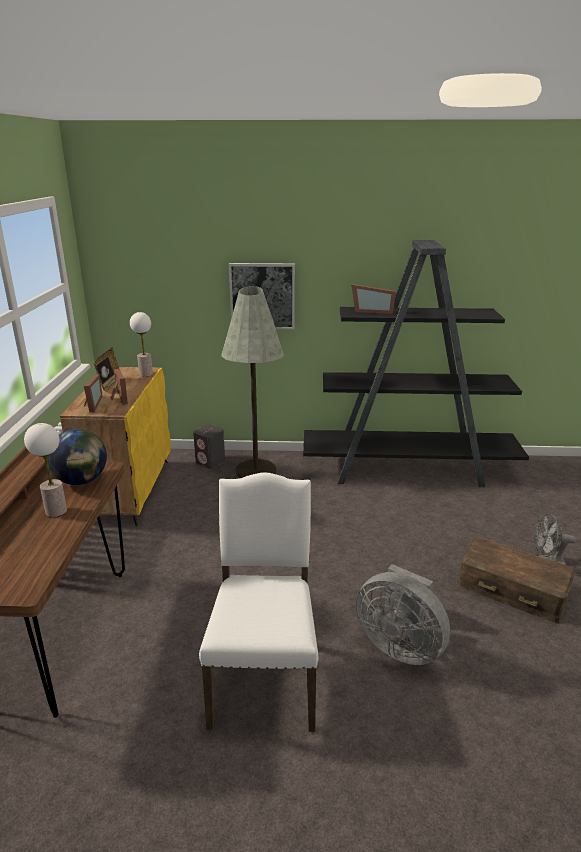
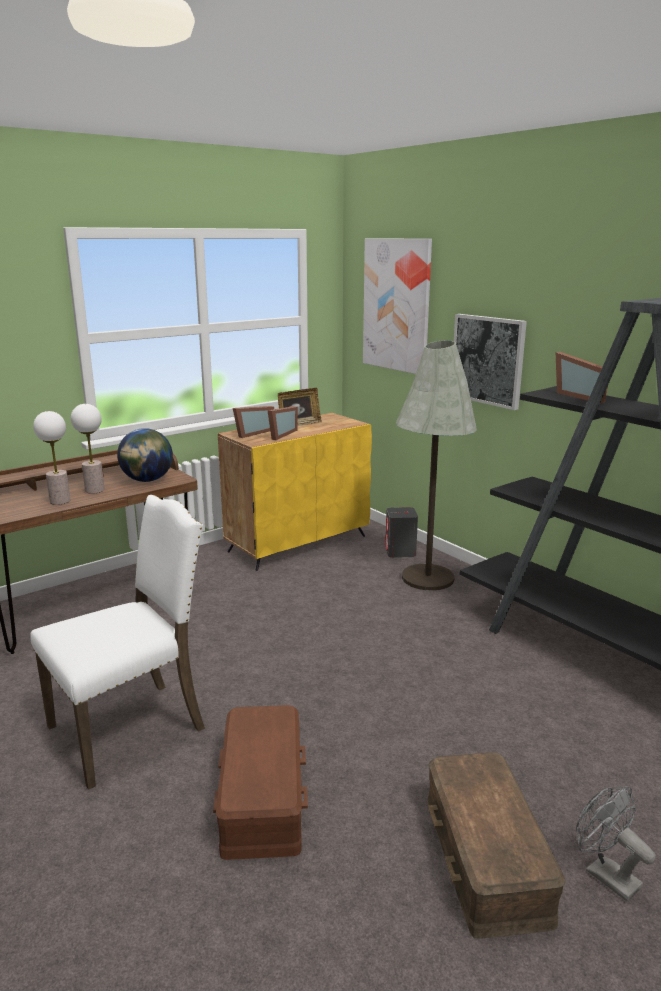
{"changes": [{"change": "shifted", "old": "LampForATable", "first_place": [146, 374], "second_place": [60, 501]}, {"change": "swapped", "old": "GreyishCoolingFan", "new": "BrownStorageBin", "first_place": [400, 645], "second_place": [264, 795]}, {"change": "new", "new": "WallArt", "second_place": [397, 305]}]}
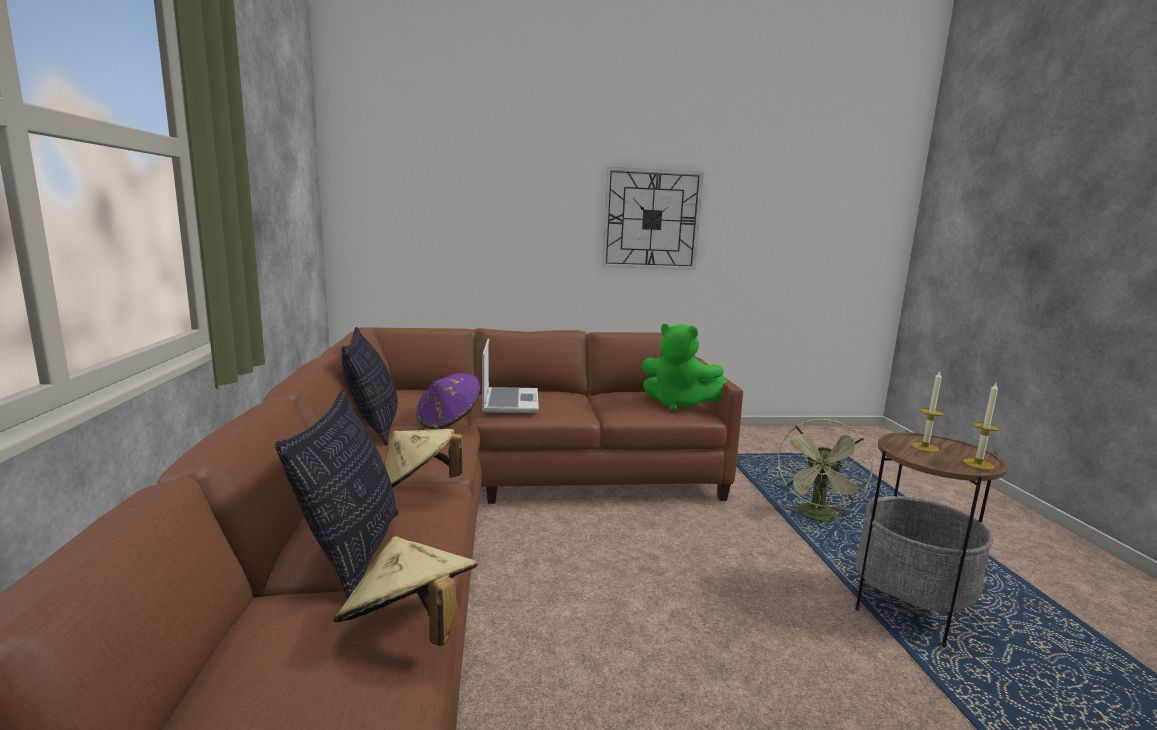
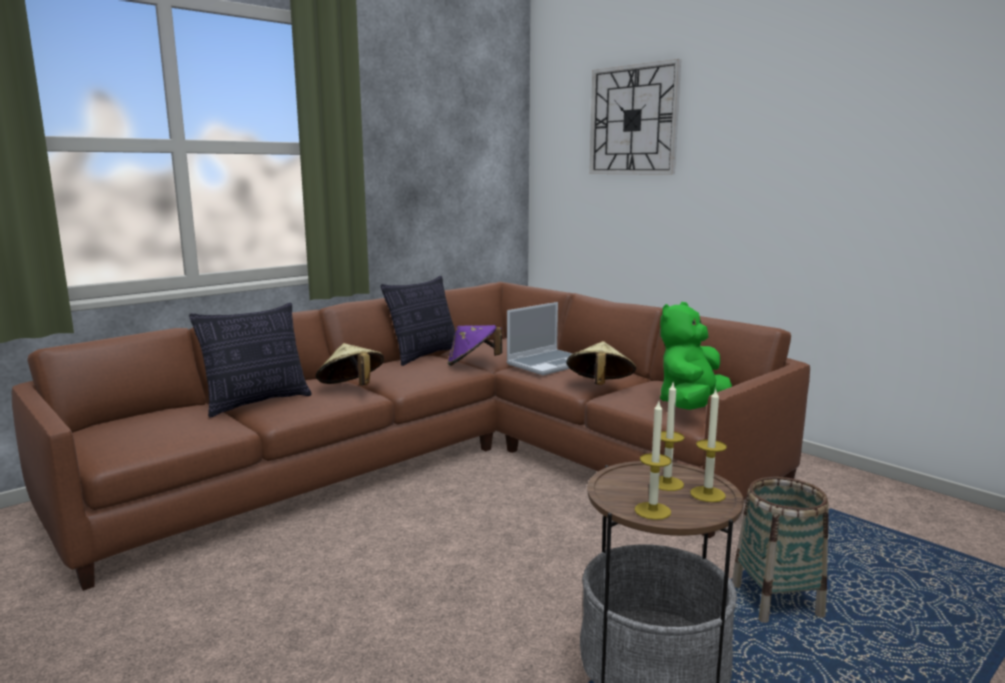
{"changes": [{"change": "shifted", "old": "SandColouredWearableHat", "first_place": [410, 631], "second_place": [599, 386]}, {"change": "shifted", "old": "WallClock", "first_place": [651, 219], "second_place": [633, 120]}, {"change": "rotated", "old": "GreenColouredCuddlyToy", "first_place": [679, 404], "second_place": [691, 406], "degrees": 45}, {"change": "new", "new": "WaxCandle", "second_place": [707, 494]}, {"change": "swapped", "old": "GreenColouredCoolingFan", "new": "HouseholdBasket", "first_place": [817, 518], "second_place": [776, 600]}]}
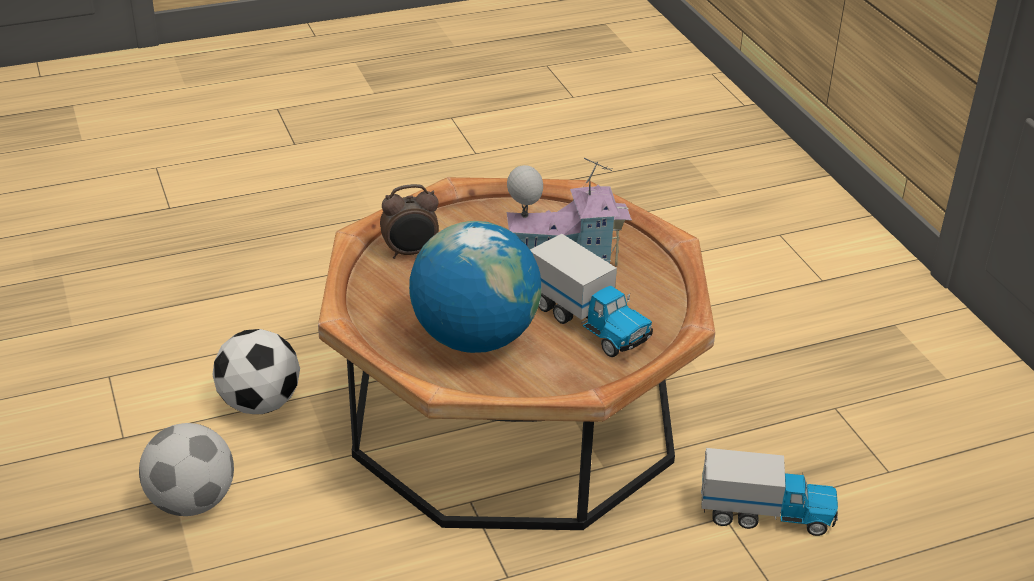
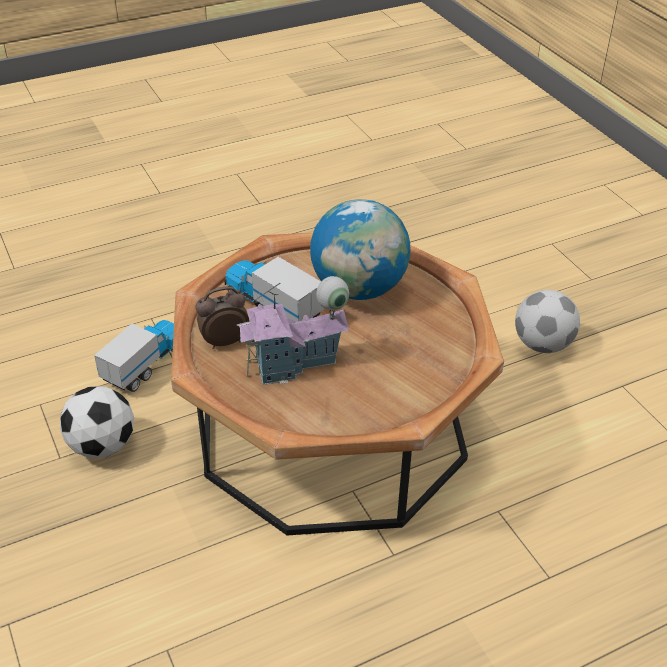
{"changes": [{"change": "shifted", "old": "FootballBall", "first_place": [260, 403], "second_place": [102, 445]}, {"change": "rotated", "old": "ModelTruck", "first_place": [766, 514], "second_place": [144, 365], "degrees": 120}, {"change": "shifted", "old": "TableClock", "first_place": [411, 253], "second_place": [224, 341]}]}
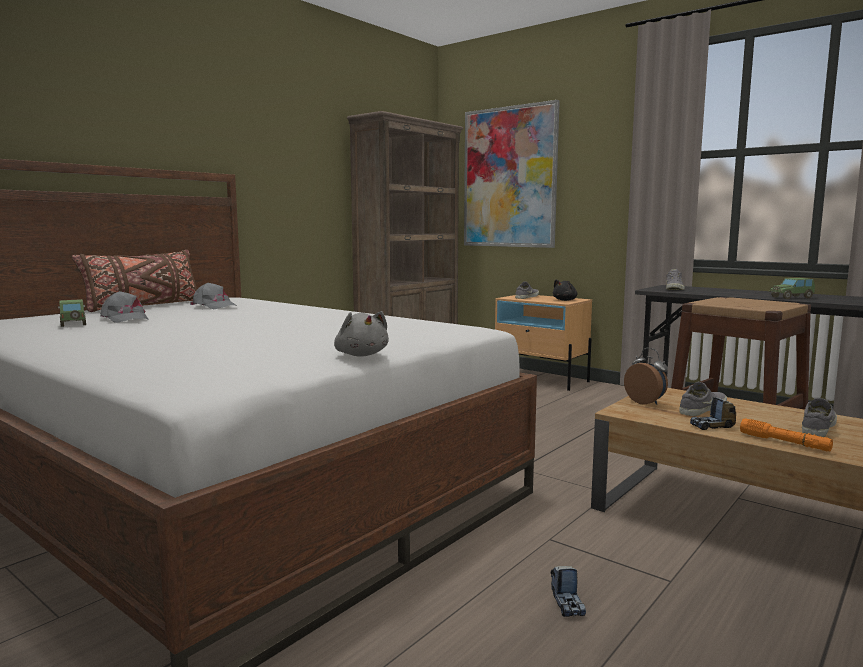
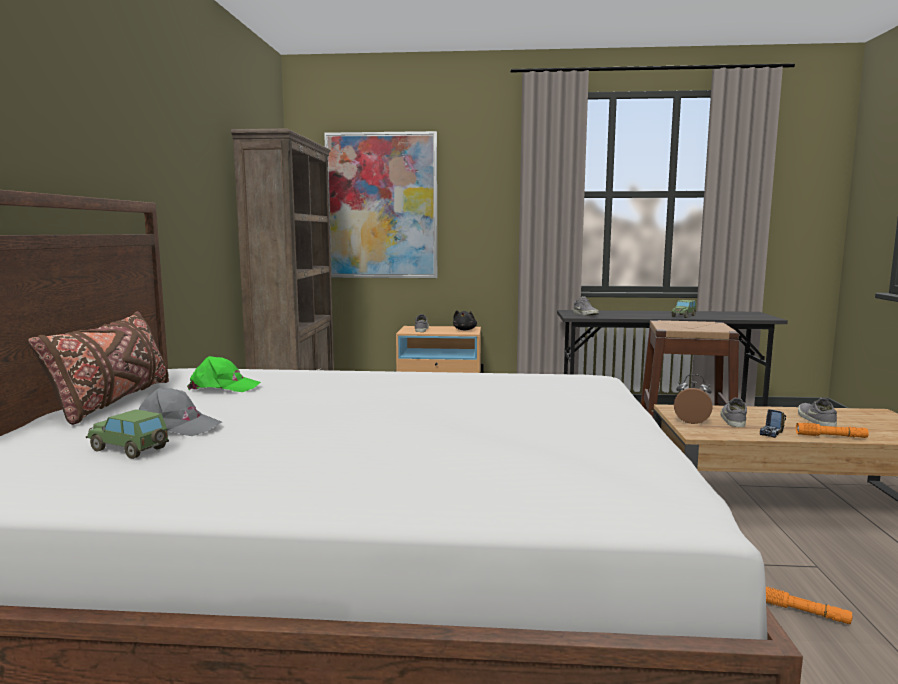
{"changes": [{"change": "repainted", "old": "GreyishBaseballCap", "new": "GreenColouredBaseballCap", "first_place": [214, 306], "second_place": [223, 387]}, {"change": "swapped", "old": "ModelTruck", "new": "OrangeColouredTorch", "first_place": [567, 603], "second_place": [803, 612]}, {"change": "gone", "old": "GreyishCuddlyToy", "first_place": [361, 355]}]}
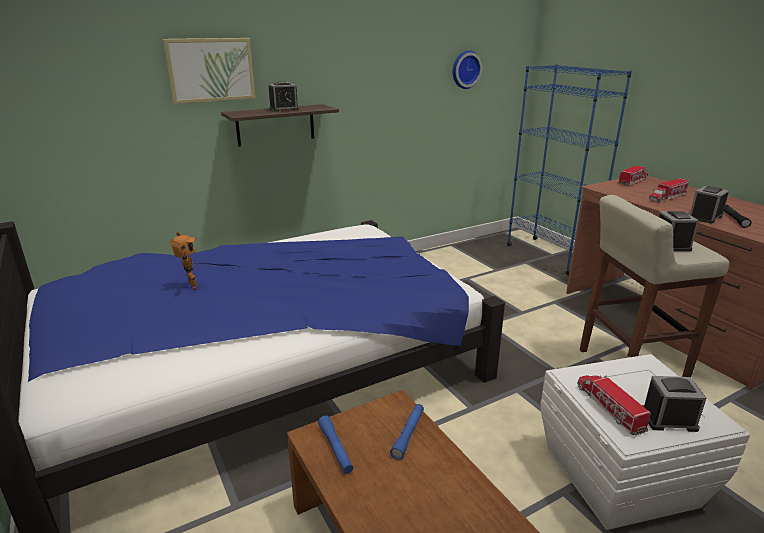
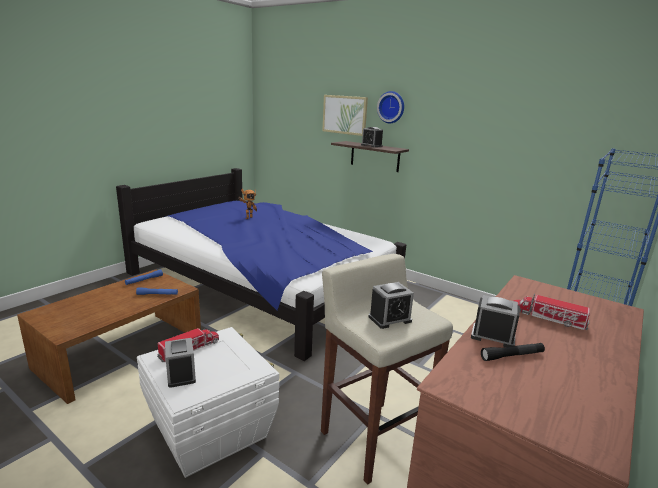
{"changes": [{"change": "shifted", "old": "WallClock", "first_place": [465, 69], "second_place": [391, 107]}, {"change": "gone", "old": "ModelTruck", "first_place": [633, 181]}]}
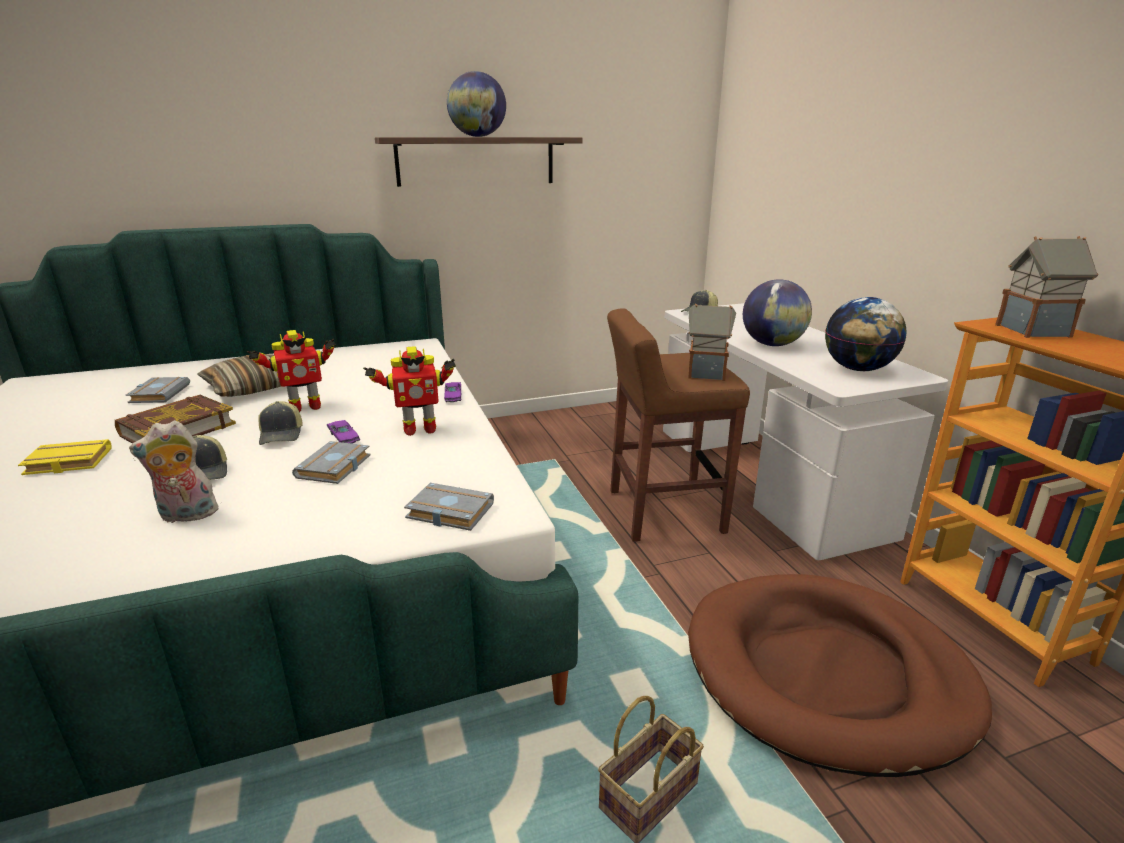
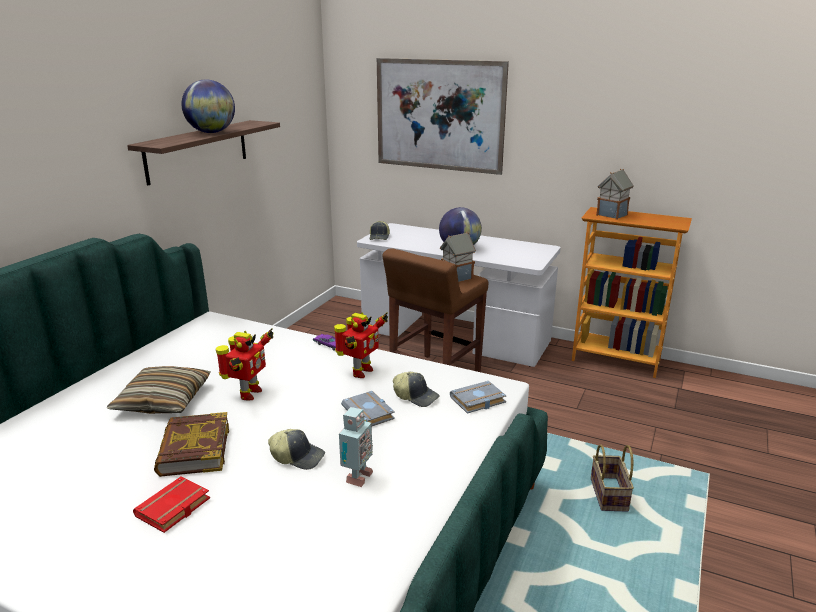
{"changes": [{"change": "repainted", "old": "YellowishBook", "new": "RedBook", "first_place": [66, 463], "second_place": [173, 509]}, {"change": "swapped", "old": "CuddlyToy", "new": "ModelRobot", "first_place": [186, 516], "second_place": [356, 477]}, {"change": "new", "new": "WallArt", "second_place": [439, 115]}, {"change": "shifted", "old": "BaseballCap", "first_place": [282, 434], "second_place": [416, 396]}, {"change": "gone", "old": "GreyishBook", "first_place": [159, 394]}, {"change": "gone", "old": "PurpleMiniatureCar", "first_place": [343, 437]}, {"change": "gone", "old": "BrownDogCushion", "first_place": [827, 674]}, {"change": "gone", "old": "WorldGlobe", "first_place": [857, 369]}]}
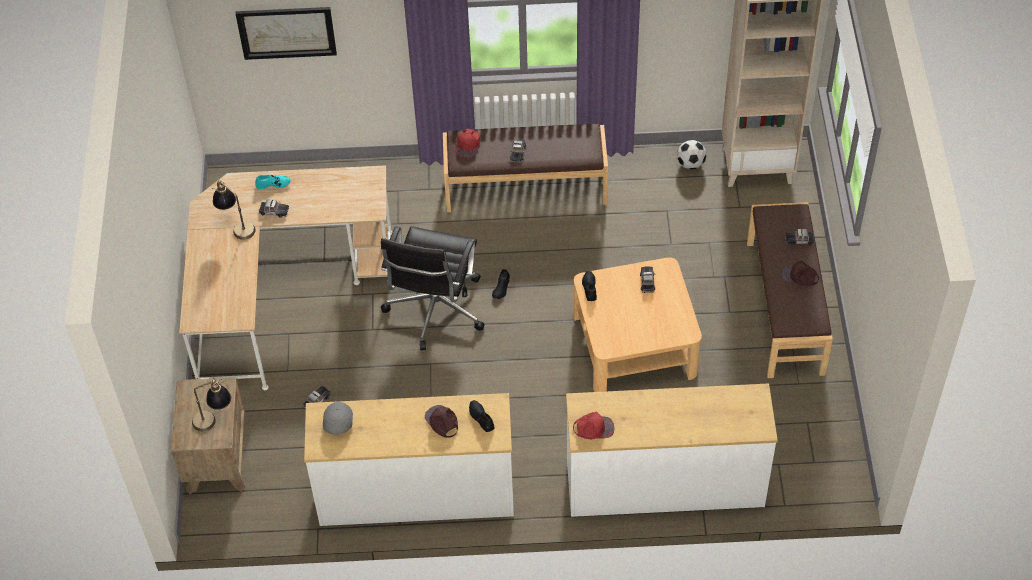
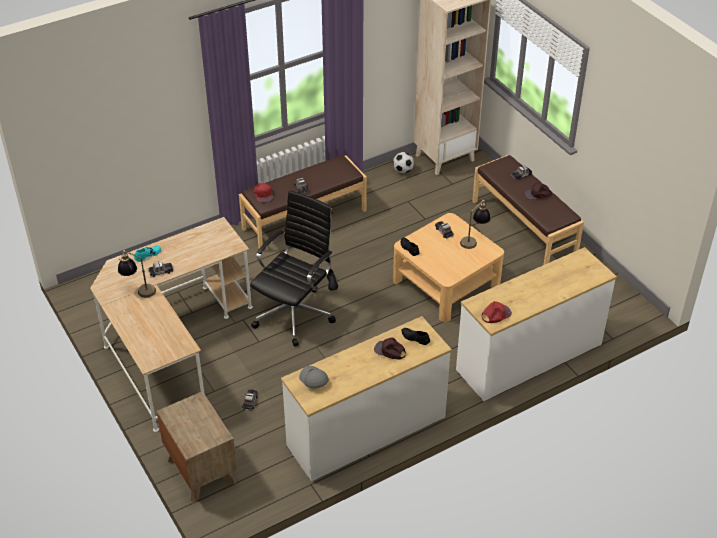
{"changes": [{"change": "rotated", "old": "BlackColouredOfficeChair", "first_place": [435, 310], "second_place": [295, 313], "degrees": -135}, {"change": "shifted", "old": "LampForATable", "first_place": [214, 420], "second_place": [474, 240]}, {"change": "gone", "old": "WallArt", "first_place": [286, 32]}]}
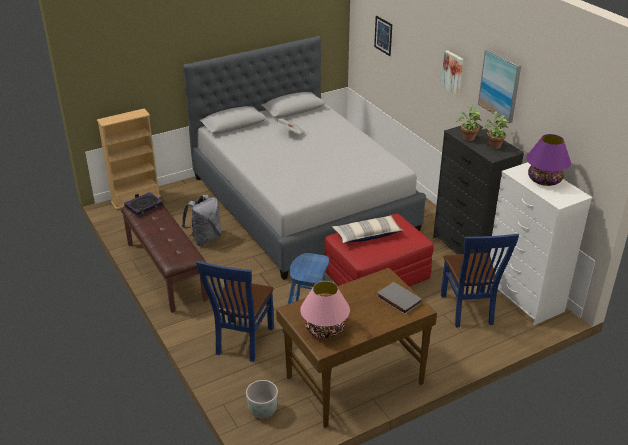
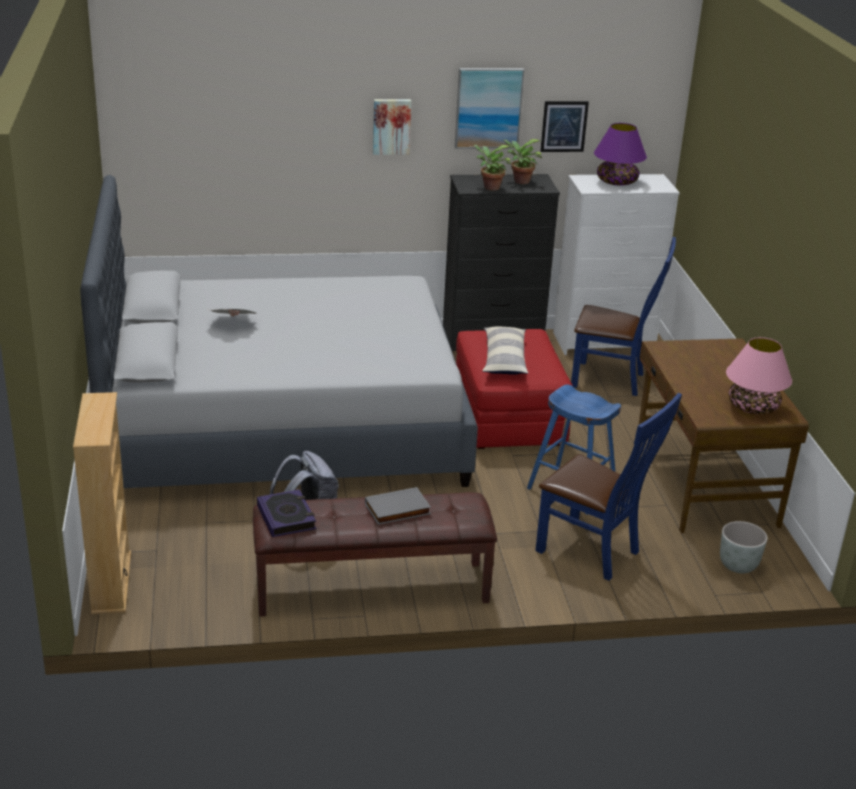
{"changes": [{"change": "shifted", "old": "GreyishBook", "first_place": [398, 300], "second_place": [397, 510]}, {"change": "shifted", "old": "WallArt", "first_place": [383, 35], "second_place": [564, 126]}]}
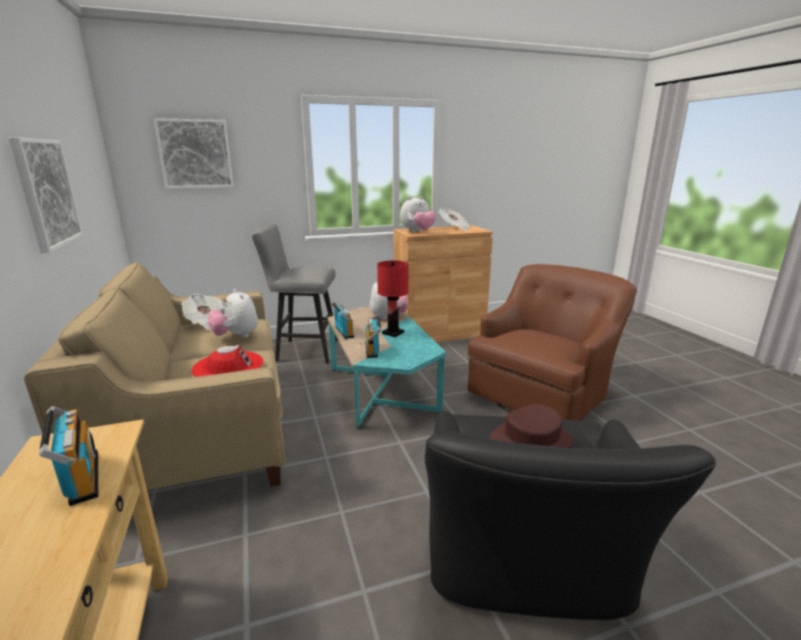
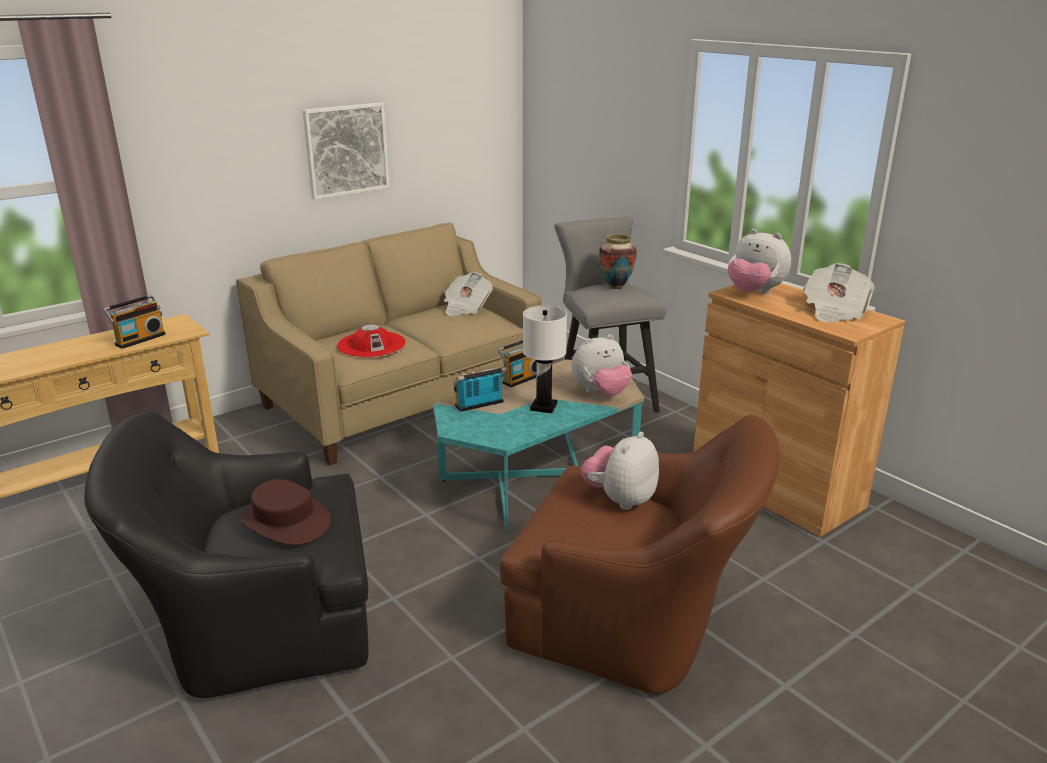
{"changes": [{"change": "repainted", "old": "RedLampForATable", "new": "WhitishLampForATable", "first_place": [393, 333], "second_place": [544, 407]}, {"change": "shifted", "old": "CuddlyToy", "first_place": [236, 336], "second_place": [620, 499]}, {"change": "new", "new": "Vase", "second_place": [616, 287]}, {"change": "gone", "old": "WallArt", "first_place": [195, 154]}]}
